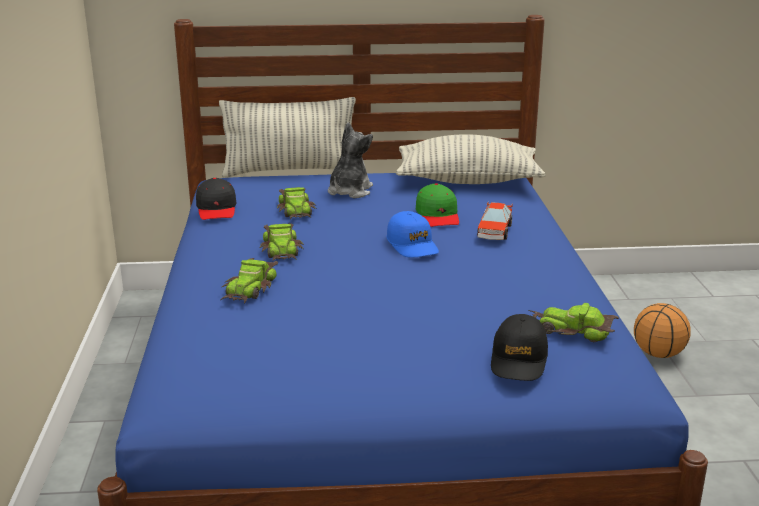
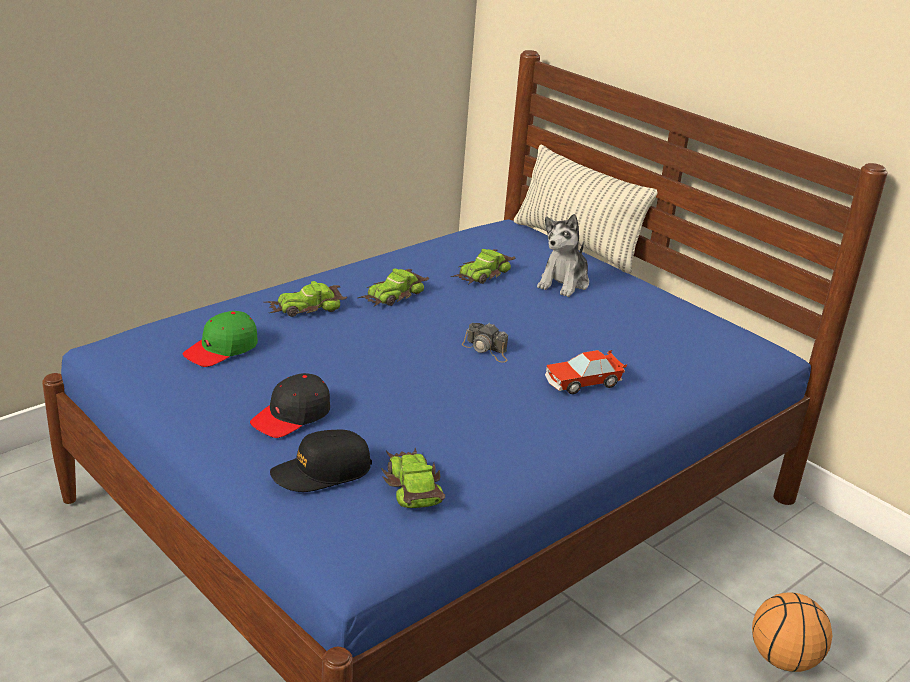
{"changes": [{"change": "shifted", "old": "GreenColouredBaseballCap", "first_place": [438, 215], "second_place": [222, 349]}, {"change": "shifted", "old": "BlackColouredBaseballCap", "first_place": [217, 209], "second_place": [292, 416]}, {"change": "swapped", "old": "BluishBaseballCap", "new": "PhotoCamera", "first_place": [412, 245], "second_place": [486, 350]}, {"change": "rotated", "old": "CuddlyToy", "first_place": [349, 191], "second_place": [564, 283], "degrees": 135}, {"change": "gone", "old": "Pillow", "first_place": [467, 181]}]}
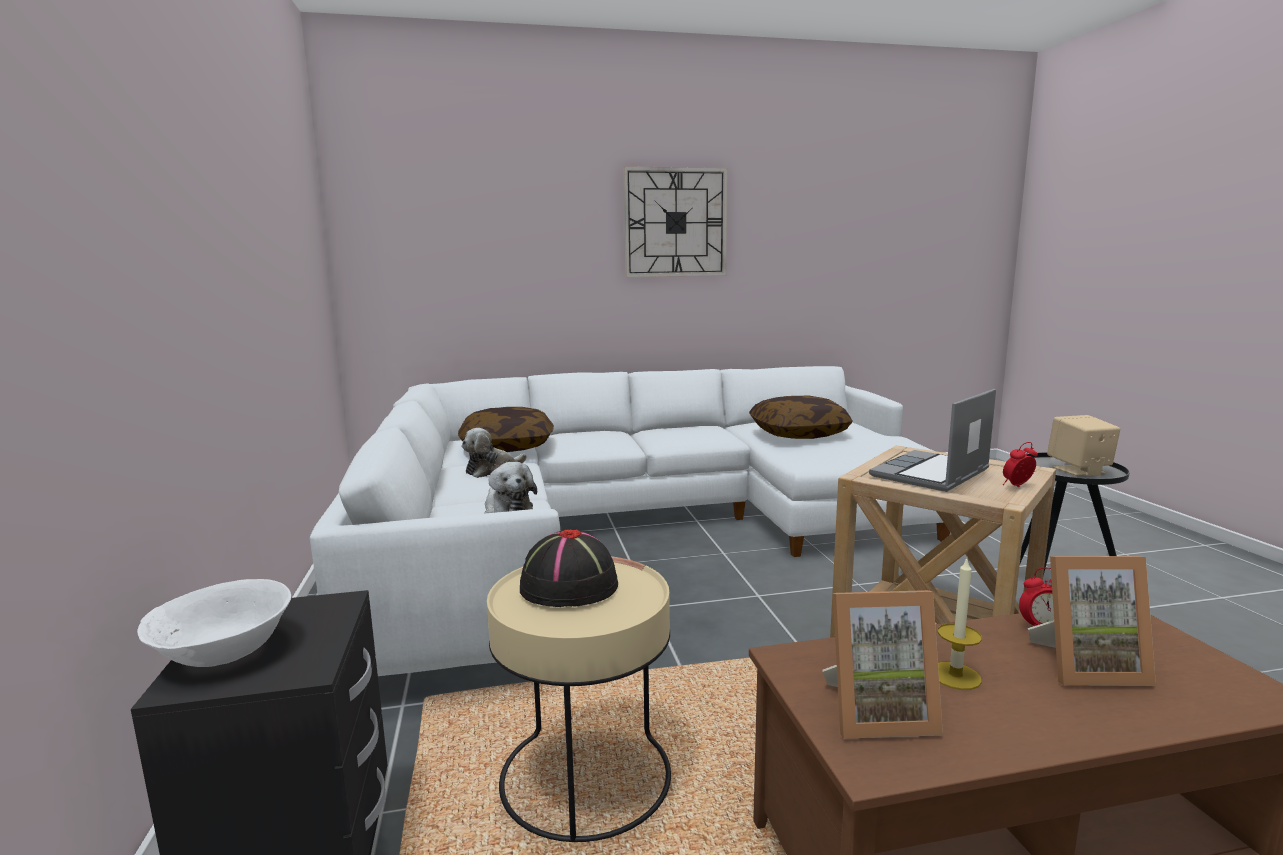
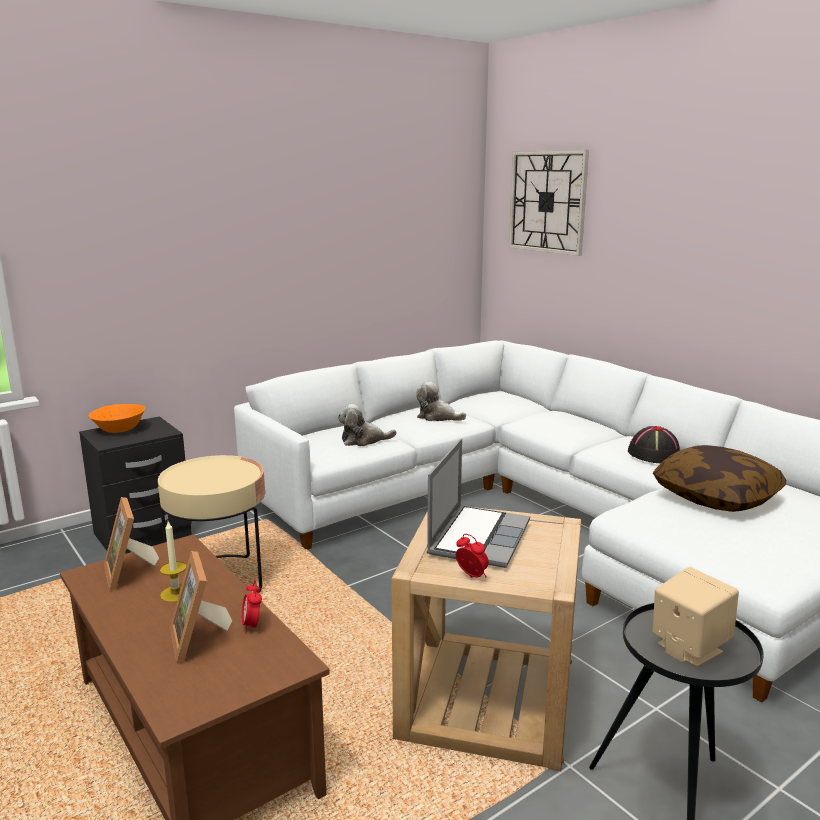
{"changes": [{"change": "repainted", "old": "WhitishServingBowl", "new": "OrangeColouredServingBowl", "first_place": [225, 650], "second_place": [120, 429]}, {"change": "rotated", "old": "CuddlyToy", "first_place": [507, 511], "second_place": [363, 440], "degrees": 45}, {"change": "rotated", "old": "PortableComputer", "first_place": [931, 474], "second_place": [478, 537], "degrees": 90}, {"change": "shifted", "old": "WallClock", "first_place": [675, 223], "second_place": [547, 202]}, {"change": "shifted", "old": "BlackColouredWearableHat", "first_place": [568, 586], "second_place": [653, 454]}, {"change": "gone", "old": "Pillow", "first_place": [507, 446]}]}
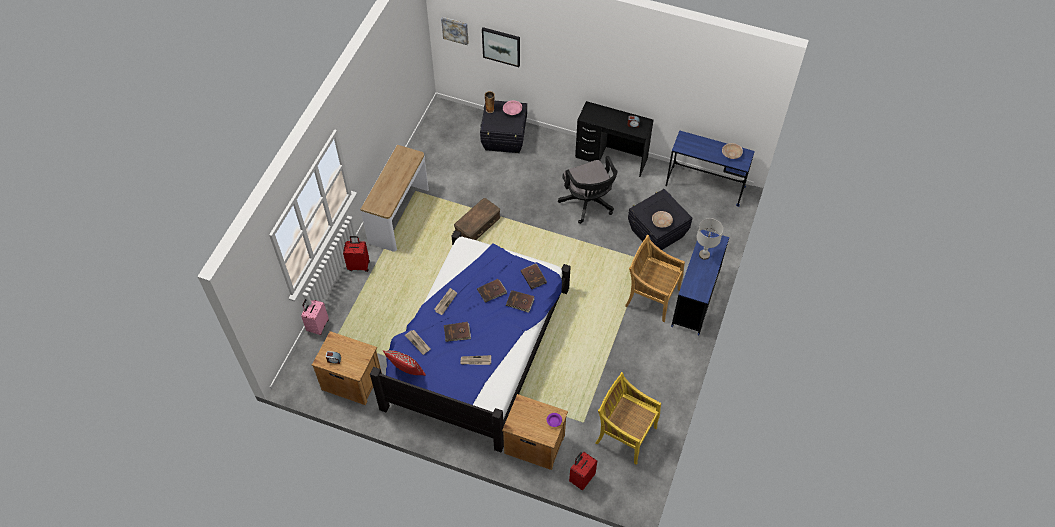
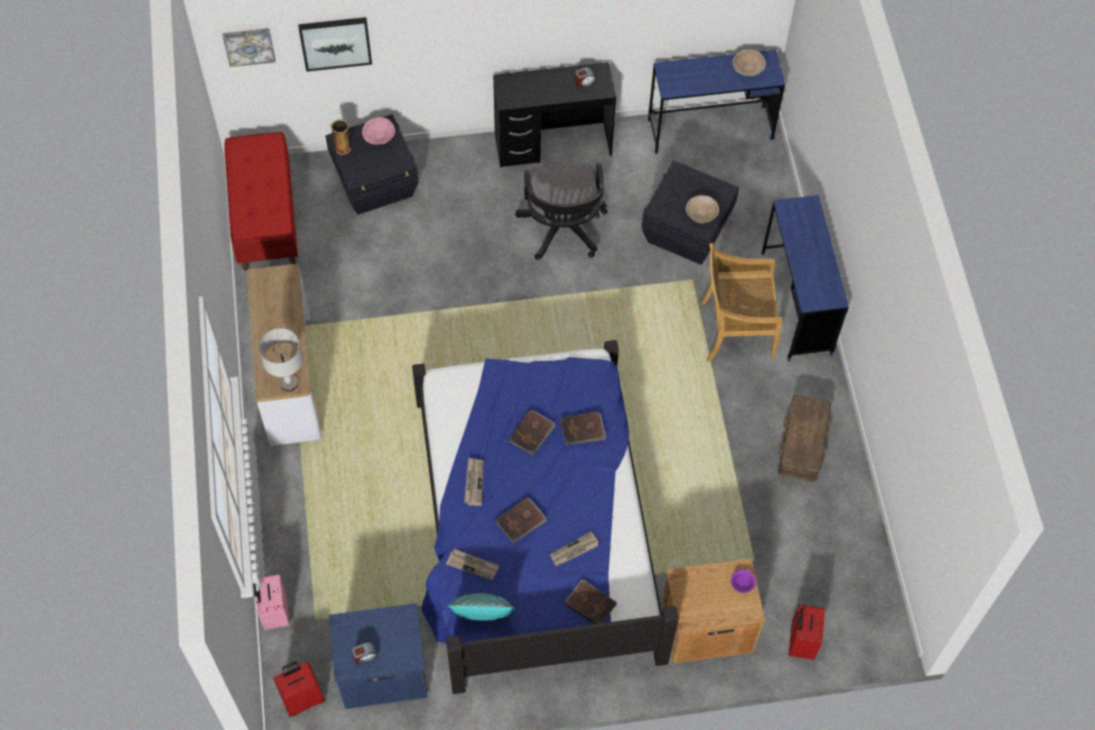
{"changes": [{"change": "new", "new": "RedLongSeat", "second_place": [265, 218]}, {"change": "shifted", "old": "GreyishLampForATable", "first_place": [704, 255], "second_place": [288, 383]}, {"change": "shifted", "old": "RedPieceOfLuggage", "first_place": [359, 265], "second_place": [303, 698]}, {"change": "repainted", "old": "BrownNightstand", "new": "BluishNightstand", "first_place": [351, 380], "second_place": [381, 671]}, {"change": "repainted", "old": "RedPillow", "new": "BlueGreenPillow", "first_place": [406, 370], "second_place": [482, 616]}, {"change": "rotated", "old": "BlackColouredOfficeChair", "first_place": [588, 204], "second_place": [563, 230], "degrees": 45}, {"change": "shifted", "old": "BrownBook", "first_place": [534, 277], "second_place": [590, 603]}, {"change": "shifted", "old": "BrownStorageBin", "first_place": [478, 225], "second_place": [803, 444]}, {"change": "gone", "old": "YellowishChair", "first_place": [625, 434]}]}
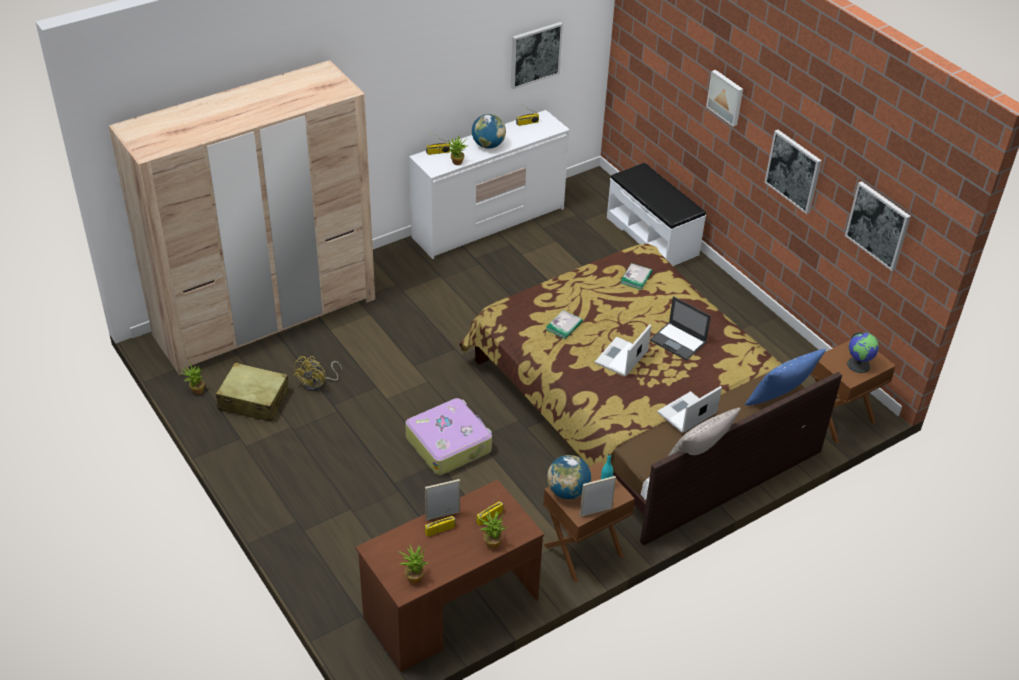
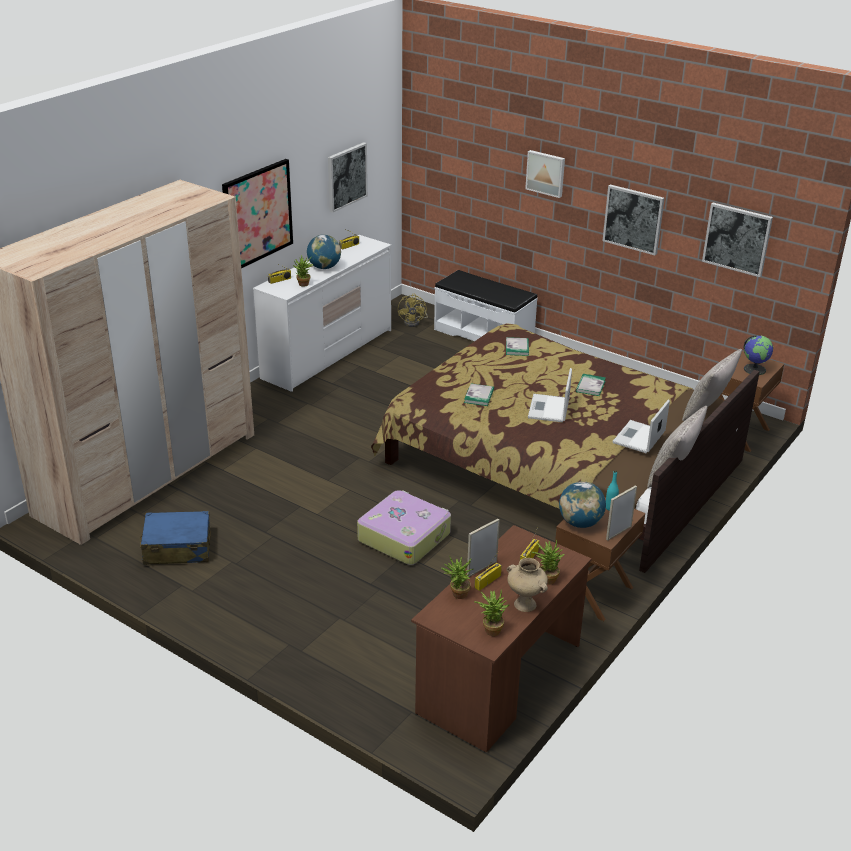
{"changes": [{"change": "repainted", "old": "SandColouredPieceOfLuggage", "new": "BluishPieceOfLuggage", "first_place": [253, 400], "second_place": [177, 548]}, {"change": "new", "new": "WallArt", "second_place": [257, 214]}, {"change": "shifted", "old": "YellowishCoolingFan", "first_place": [317, 384], "second_place": [414, 322]}, {"change": "shifted", "old": "PlantInAPot", "first_place": [195, 391], "second_place": [457, 595]}, {"change": "new", "new": "SandColouredVase", "second_place": [526, 604]}, {"change": "swapped", "old": "PortableComputer", "new": "Book", "first_place": [678, 341], "second_place": [590, 386]}, {"change": "repainted", "old": "BluishPillow", "new": "GreyishPillow", "first_place": [779, 399], "second_place": [707, 410]}]}
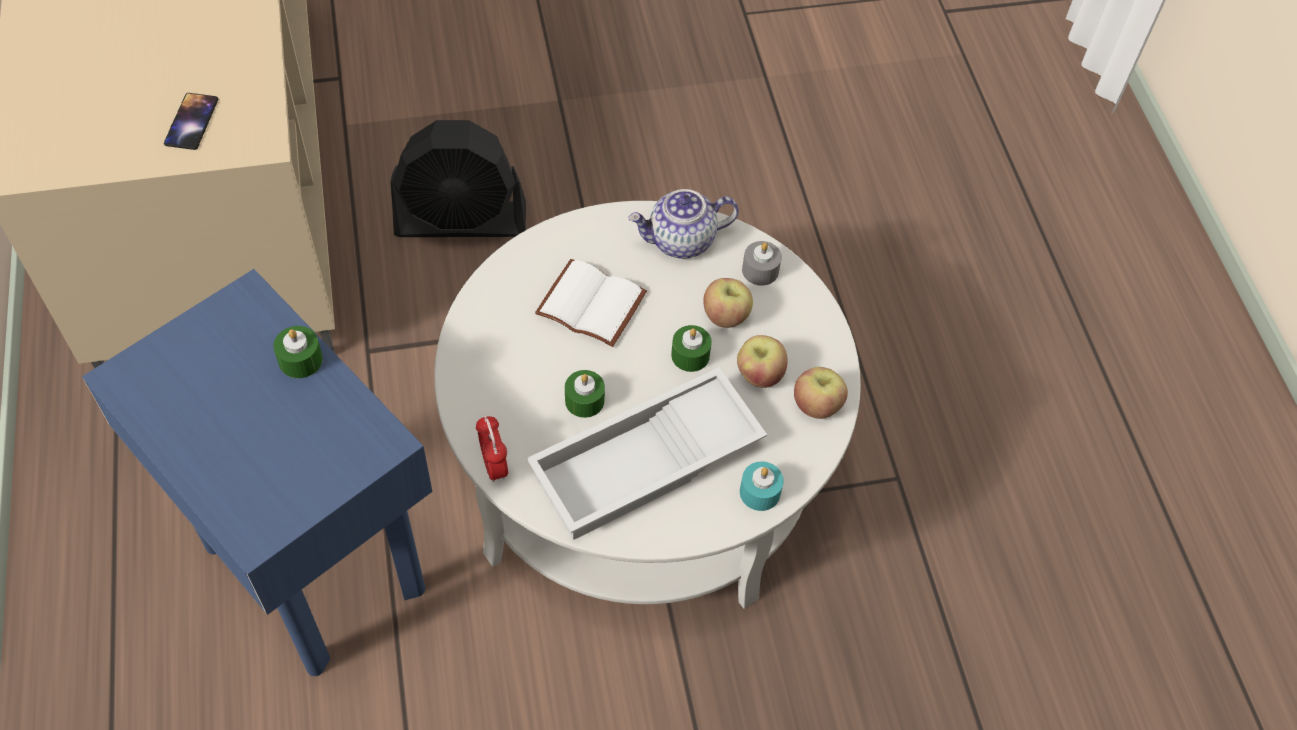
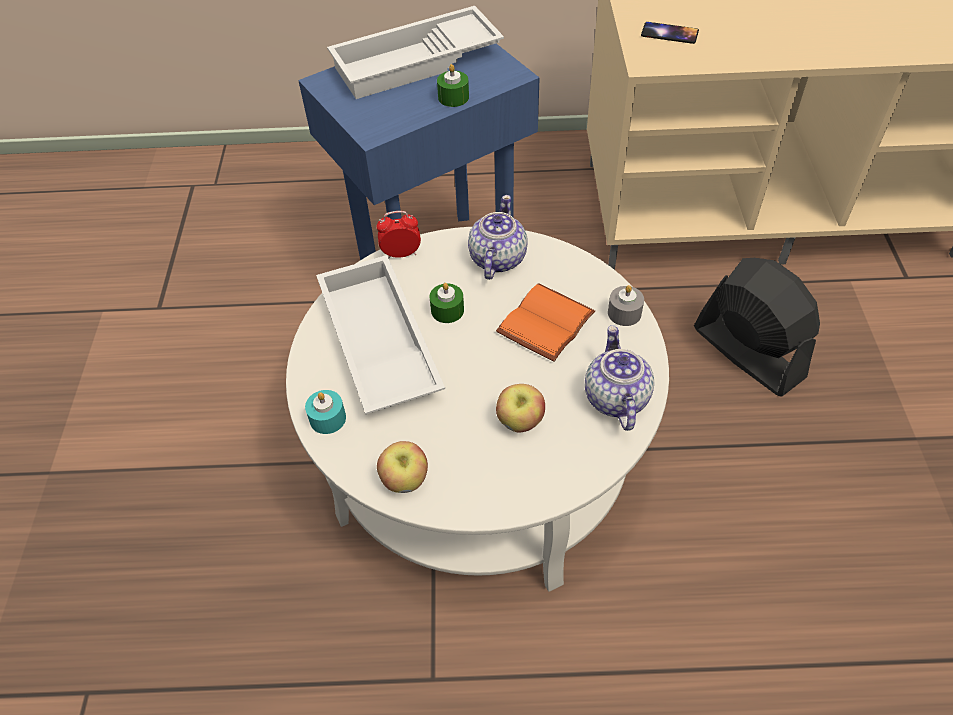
{"changes": [{"change": "new", "new": "WhitishCarryingTray", "second_place": [416, 63]}, {"change": "new", "new": "PotForTea", "second_place": [497, 259]}, {"change": "repainted", "old": "WhitishBook", "new": "OrangeColouredBook", "first_place": [594, 303], "second_place": [547, 325]}, {"change": "shifted", "old": "GreyishWaxCandle", "first_place": [760, 270], "second_place": [624, 313]}, {"change": "rotated", "old": "BlackColouredCoolingFan", "first_place": [461, 220], "second_place": [747, 352], "degrees": 135}, {"change": "gone", "old": "GreenColouredWaxCandle", "first_place": [690, 355]}, {"change": "gone", "old": "AppleFruit", "first_place": [759, 374]}]}
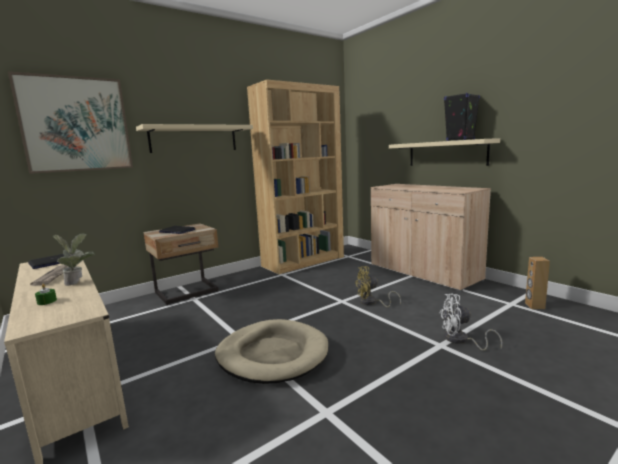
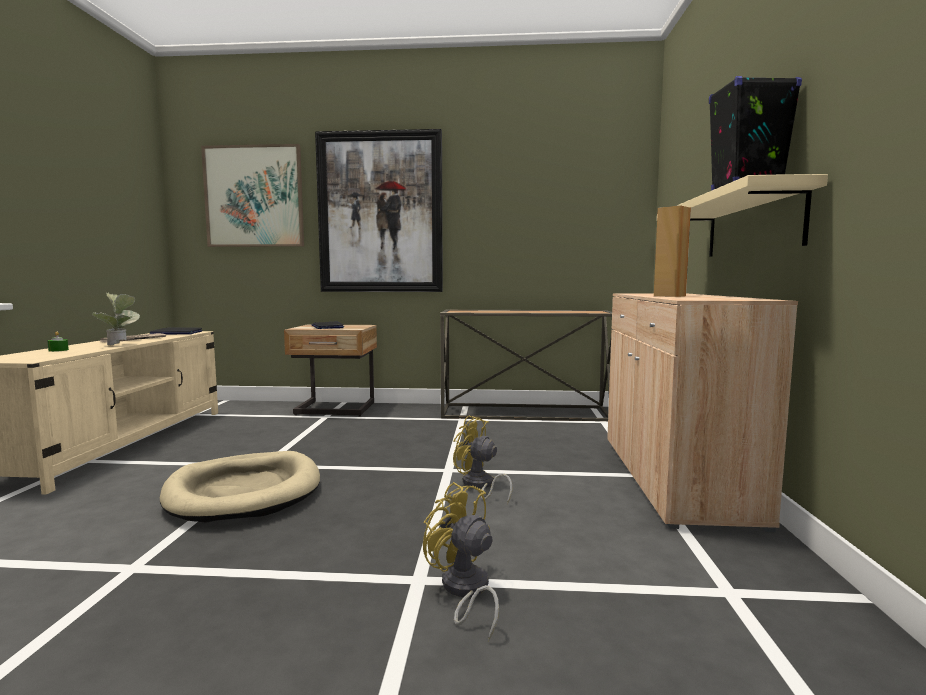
{"changes": [{"change": "swapped", "old": "SandColouredBracketShelf", "new": "WallArt", "first_place": [194, 139], "second_place": [380, 213]}, {"change": "repainted", "old": "WhitishCoolingFan", "new": "YellowishCoolingFan", "first_place": [461, 340], "second_place": [464, 591]}, {"change": "swapped", "old": "BrownBookshelf", "new": "ConsoleTable", "first_place": [303, 261], "second_place": [525, 412]}, {"change": "shifted", "old": "BrownAudioSpeaker", "first_place": [534, 306], "second_place": [669, 296]}]}
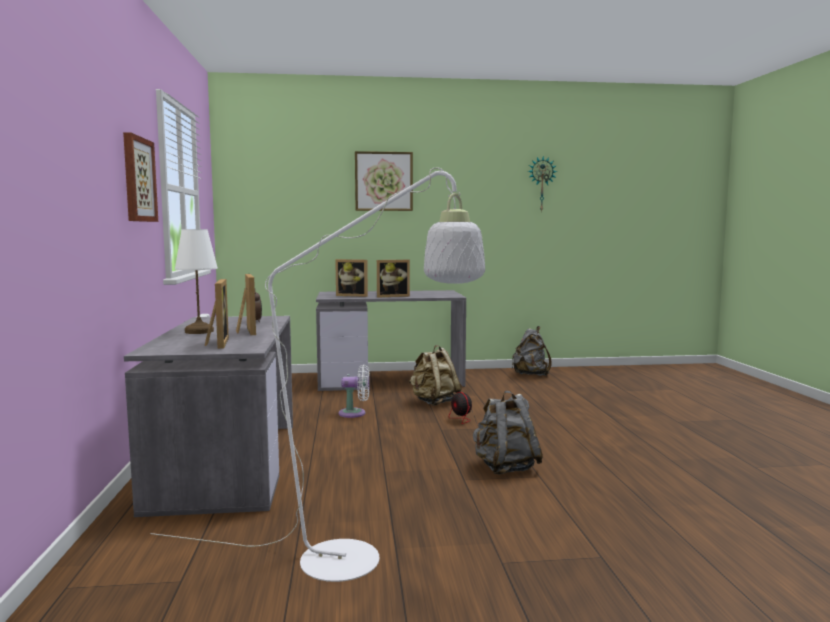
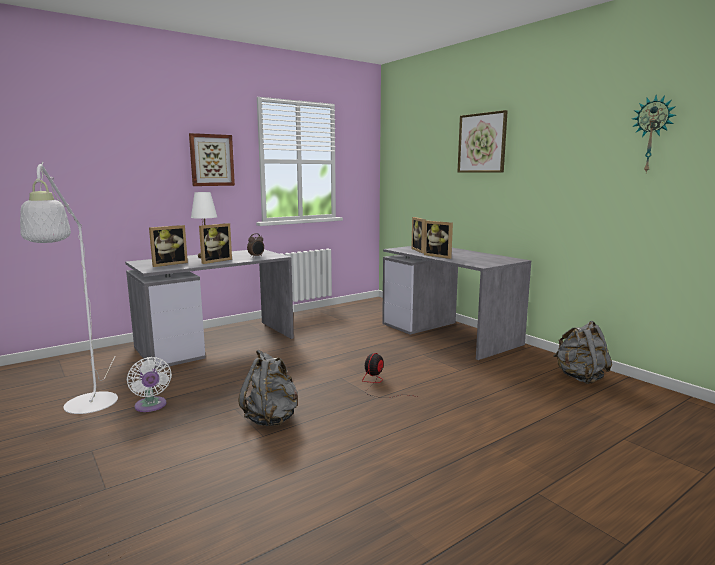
{"changes": [{"change": "shifted", "old": "WhitishCoolingFan", "first_place": [355, 413], "second_place": [151, 406]}, {"change": "gone", "old": "SandColouredBackpack", "first_place": [434, 402]}]}
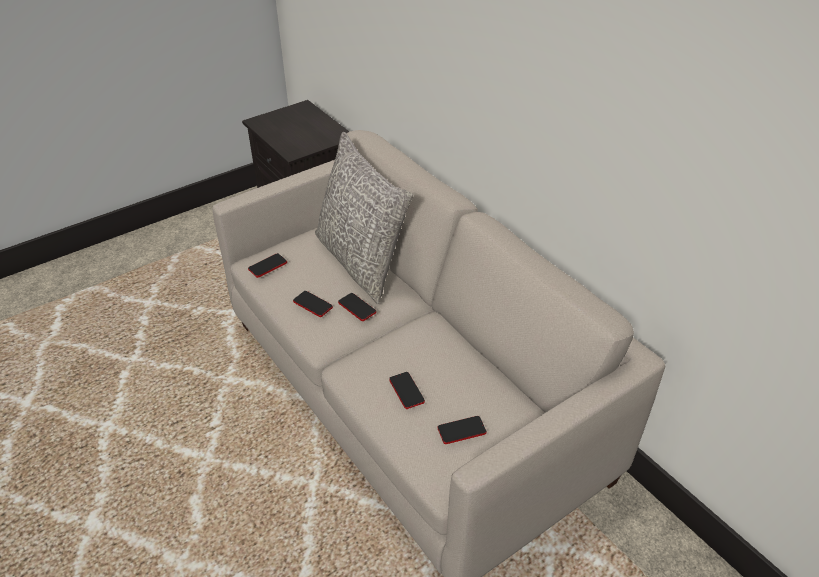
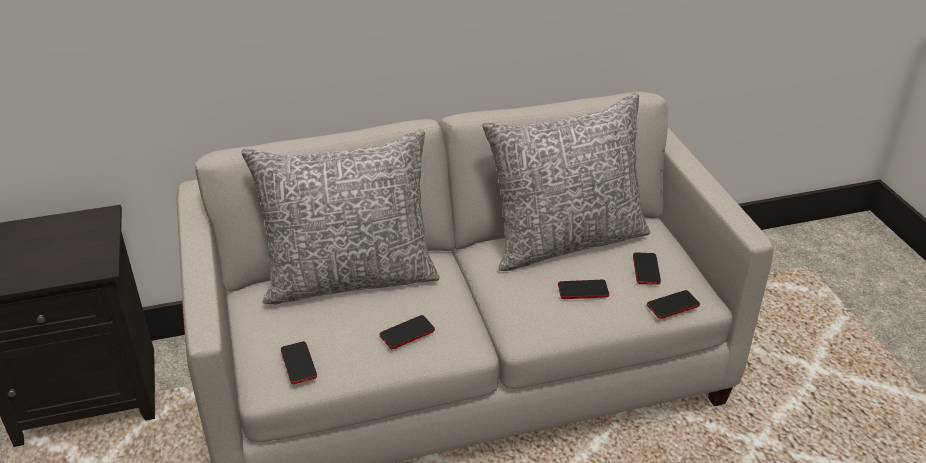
{"changes": [{"change": "new", "new": "GreyishPillow", "second_place": [566, 240]}, {"change": "shifted", "old": "Telephone", "first_place": [357, 307], "second_place": [673, 305]}]}
